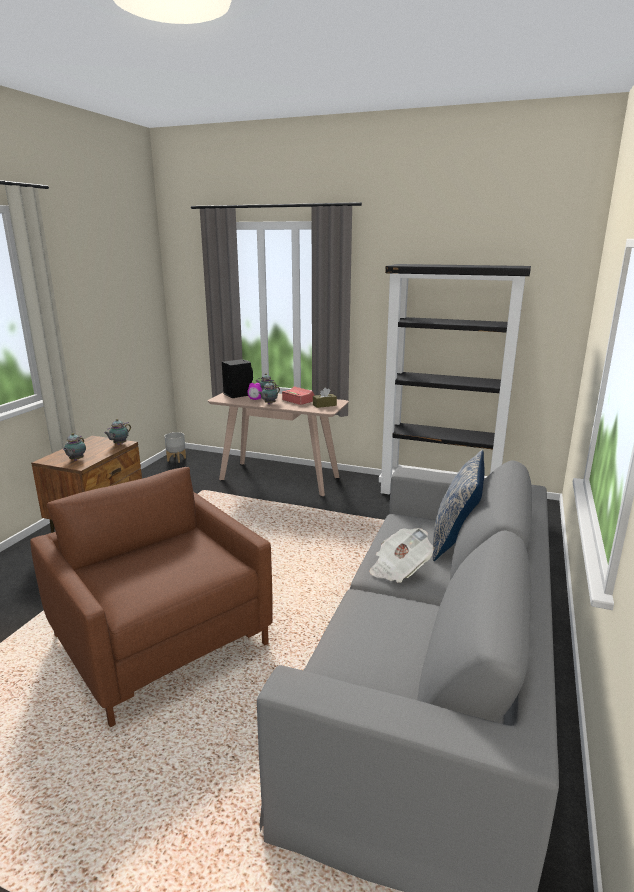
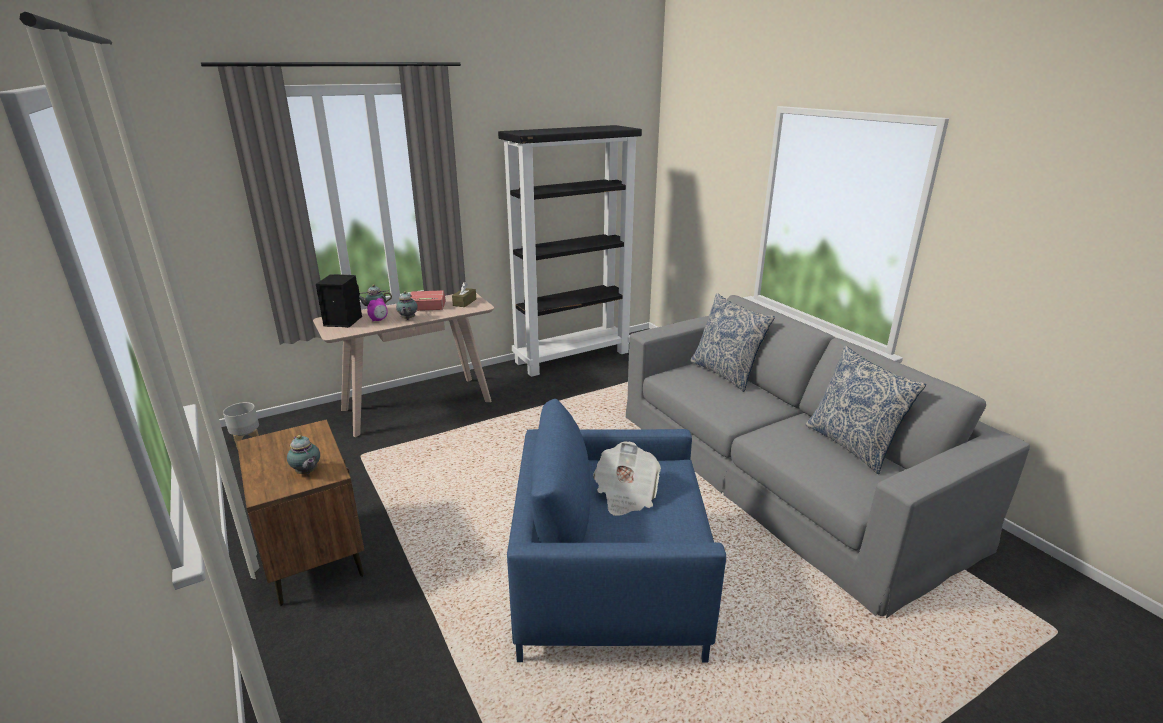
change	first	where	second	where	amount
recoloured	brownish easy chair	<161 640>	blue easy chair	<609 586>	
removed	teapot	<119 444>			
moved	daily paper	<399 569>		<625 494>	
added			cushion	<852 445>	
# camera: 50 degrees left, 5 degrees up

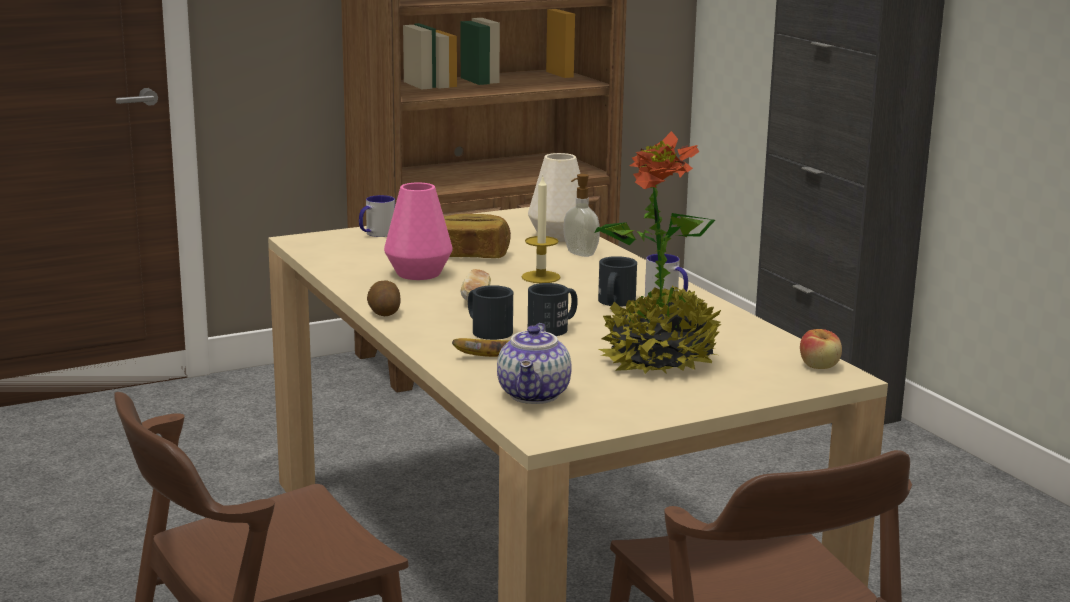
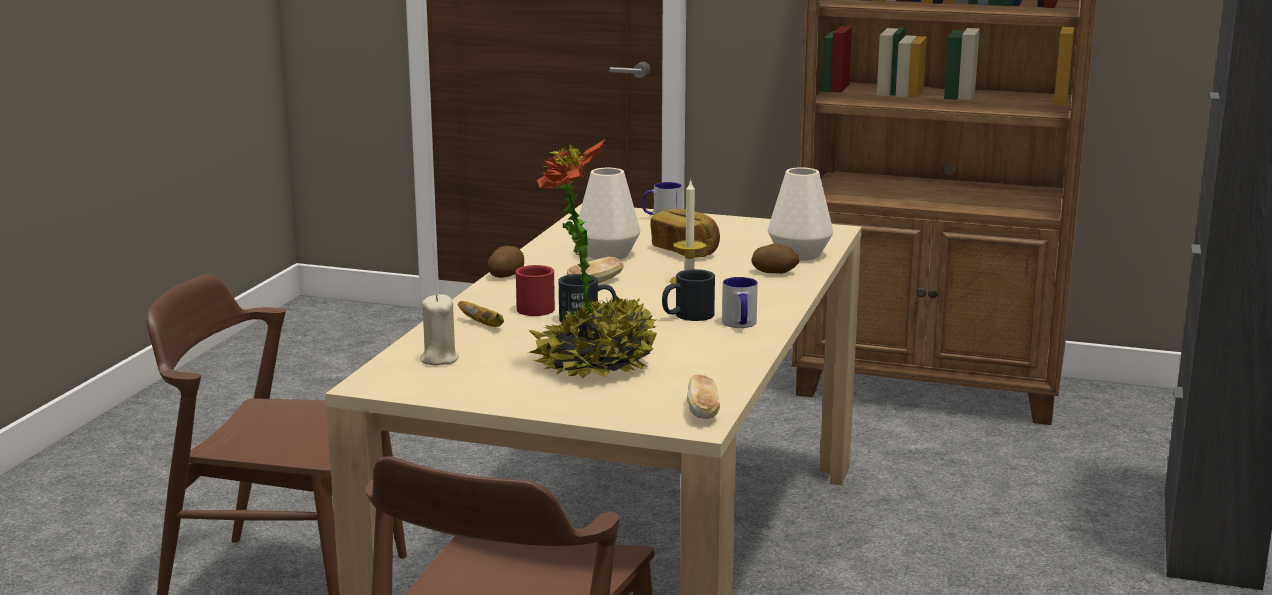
change	first	where	second	where	amount
recoloured	pinkish decorative vase	<418 273>	white decorative vase	<607 254>	
recoloured	black-coloured mug	<487 330>	reddish mug	<537 307>	
replaced	teapot	<535 395>	sand-coloured wax candle	<439 359>	
replaced	soap bottle	<579 254>	spud	<775 272>	
replaced	apple fruit	<819 366>	bakery bread	<703 412>	
# camera: 45 degrees right, 0 degrees up

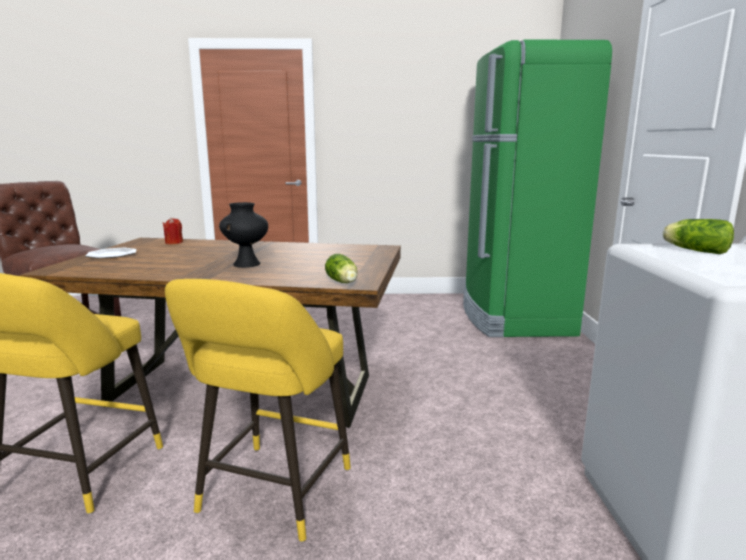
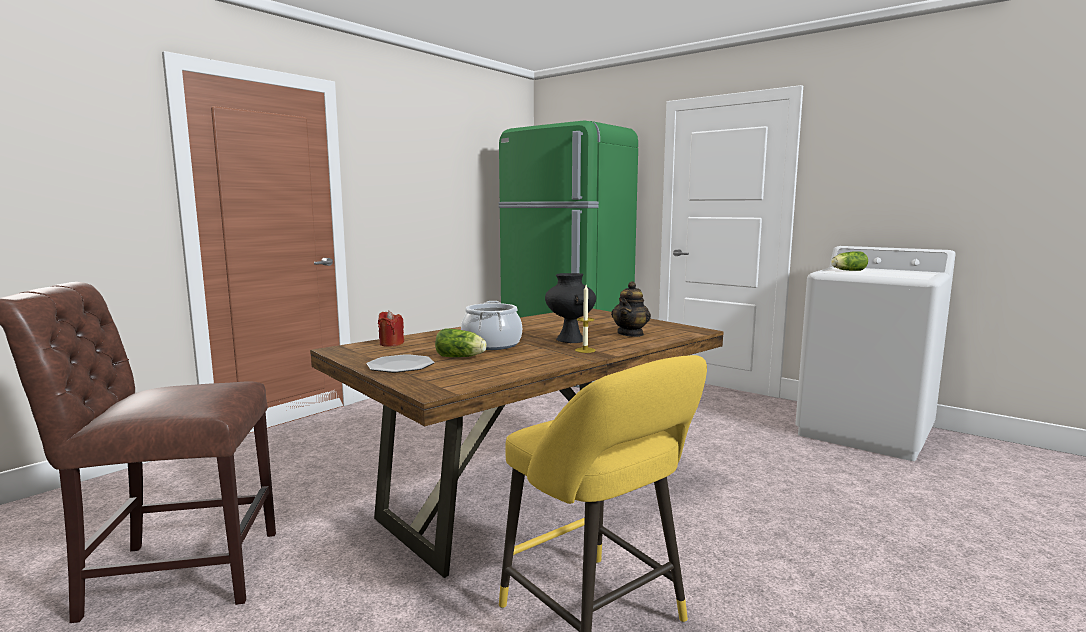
change	first	where	second	where	amount
removed	yellow stool seat	<272 495>			
moved	lettuce head	<343 282>		<461 357>	
added			saucepot	<491 344>	
added			wax candle	<585 350>	
added			teapot	<631 334>	
# camera: 50 degrees left, 5 degrees down

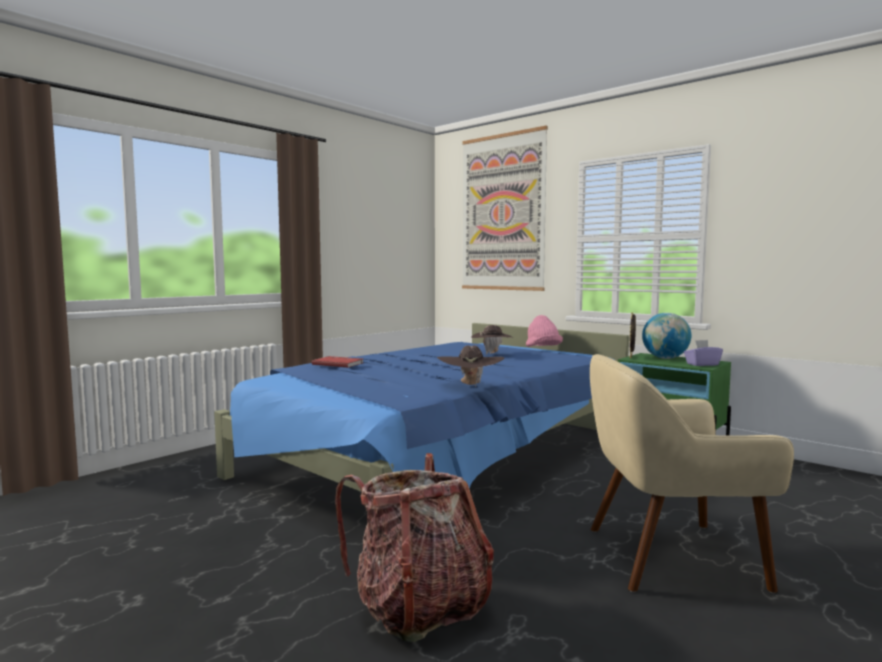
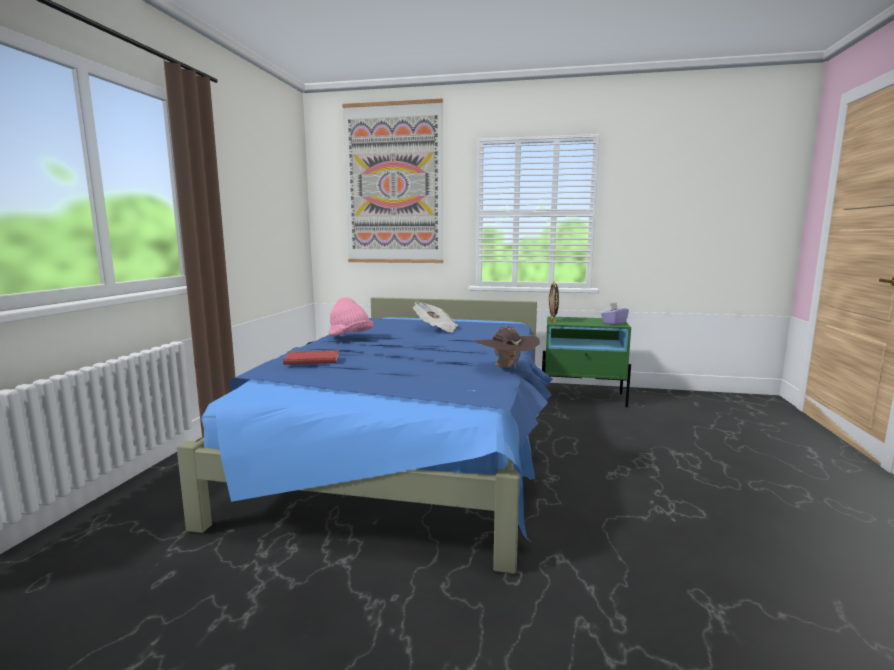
change	first	where	second	where	amount
removed	rucksack	<419 606>			
replaced	brownish hat	<492 354>	daily paper	<436 329>	
moved	pinkish hat	<543 349>		<350 337>	
removed	sand-coloured easy chair	<669 556>			
removed	world globe	<665 358>			
# camera: 30 degrees left, 5 degrees up

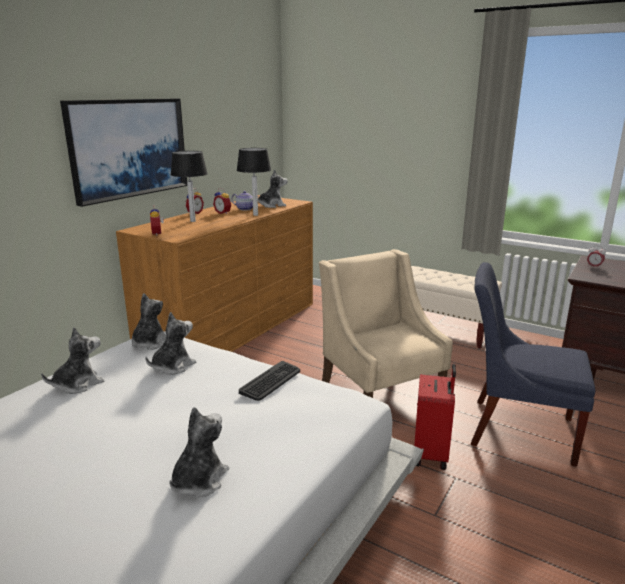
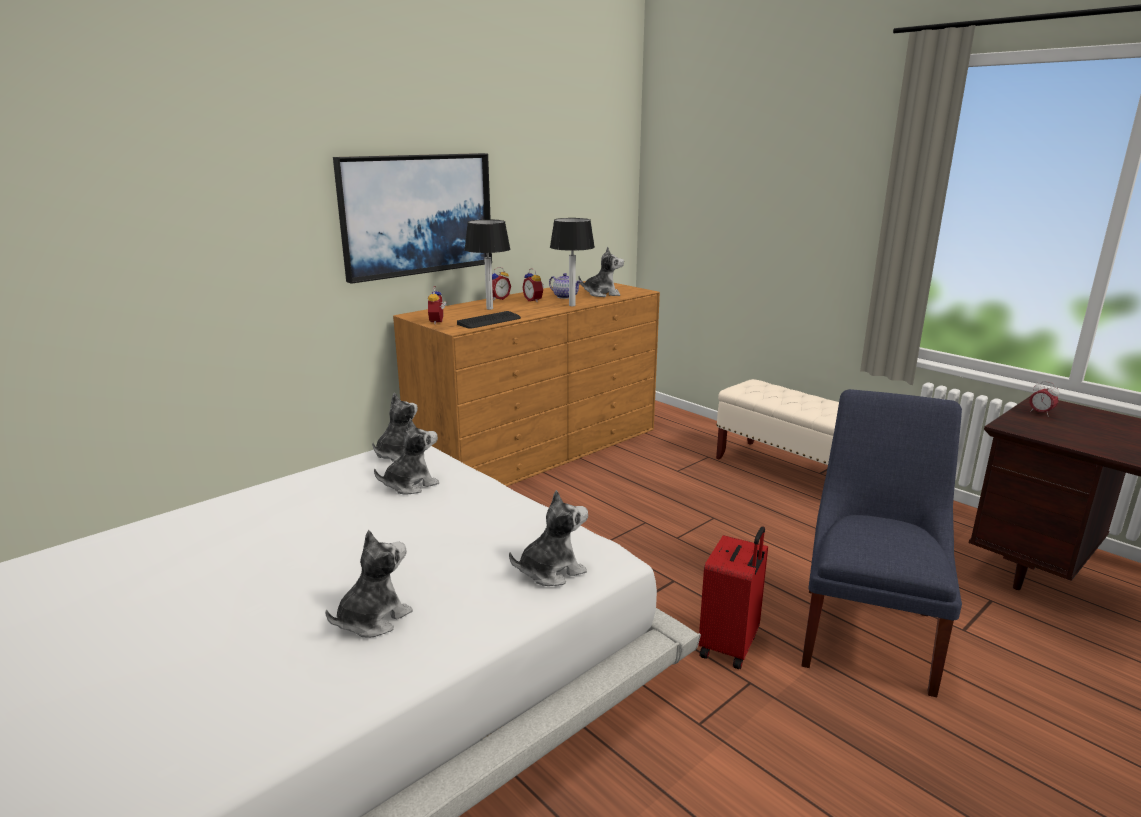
change	first	where	second	where	amount
moved	soft toy	<78 384>		<551 571>	
moved	computer keyboard	<271 381>		<489 321>	
removed	sand-coloured easy chair	<380 394>			
turned	blue upright chair	<516 429>		<868 633>	75 degrees clockwise
# camera: 15 degrees right, 0 degrees up

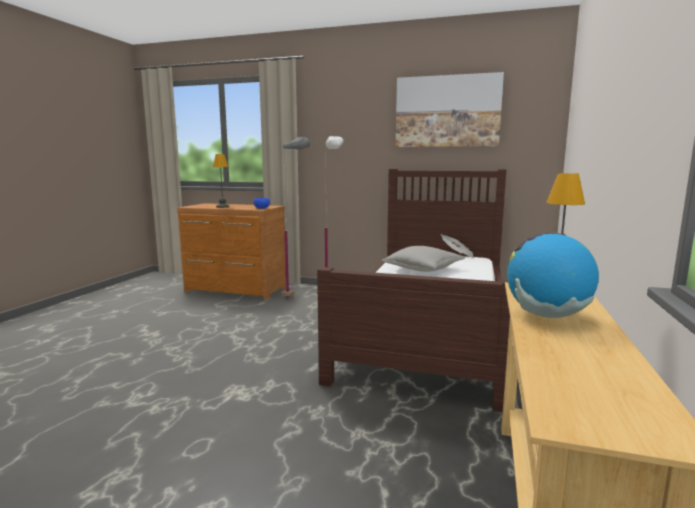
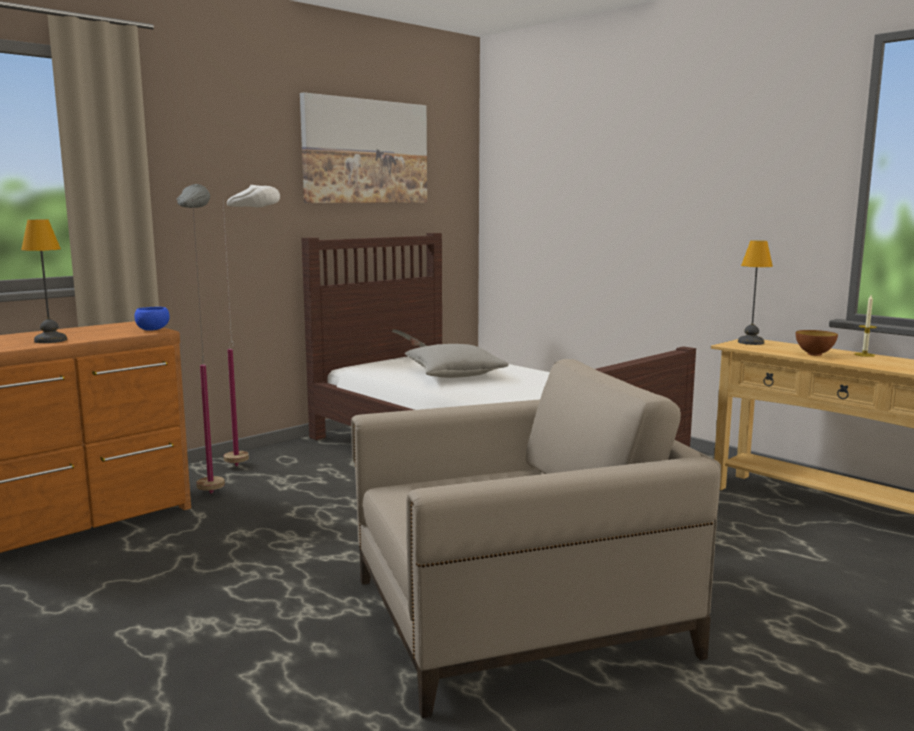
change	first	where	second	where	amount
replaced	world globe	<547 315>	deep dish	<814 354>	
added			sand-coloured easy chair	<515 617>	
added			wax candle	<864 355>	
# camera: 60 degrees left, 0 degrees up

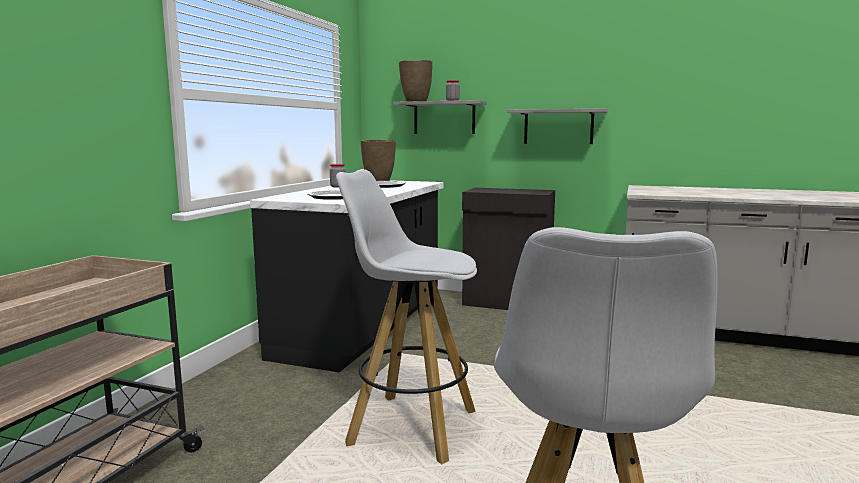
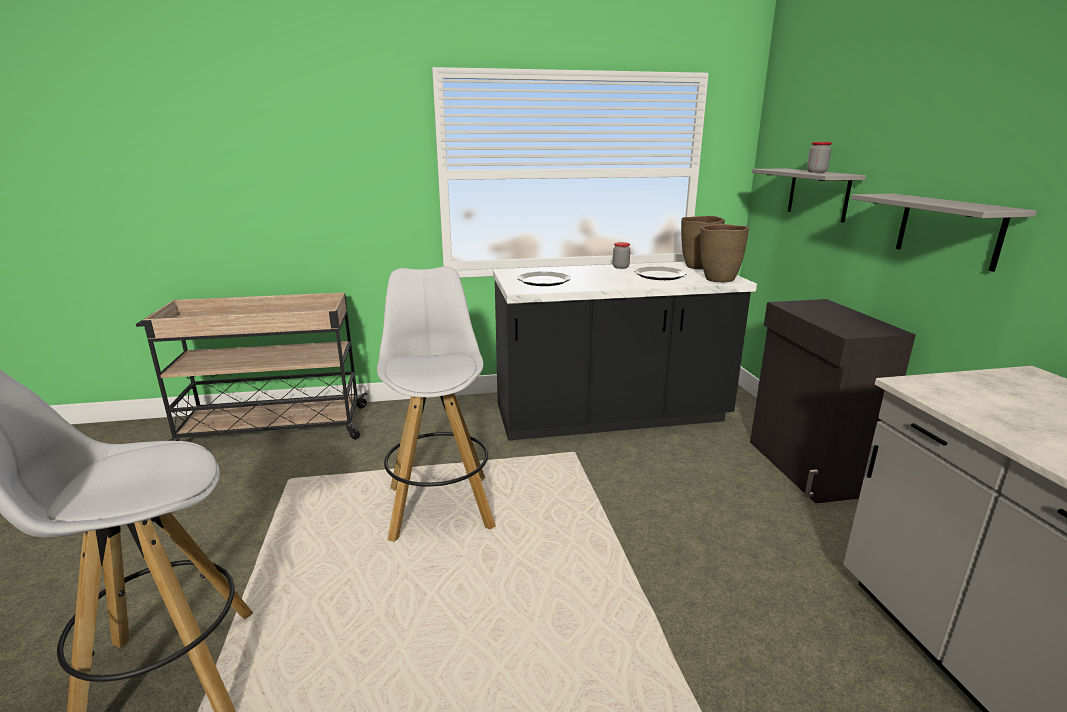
change	first	where	second	where	amount
moved	brownish decorative vase	<416 101>		<718 279>	
# camera: 60 degrees right, 10 degrees up

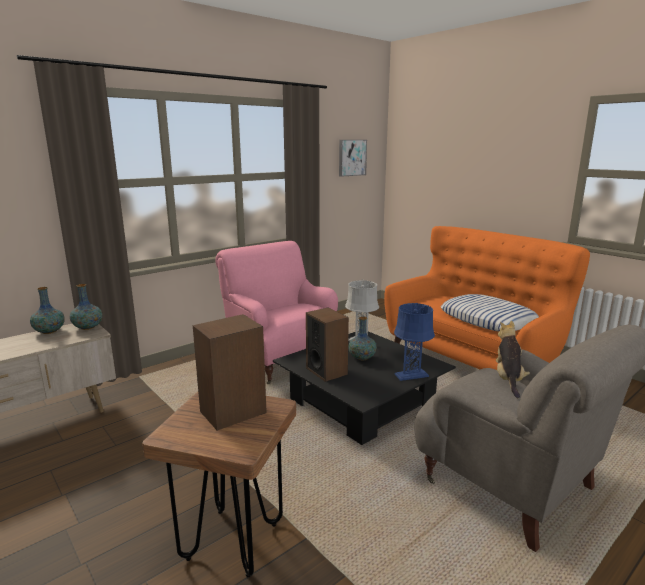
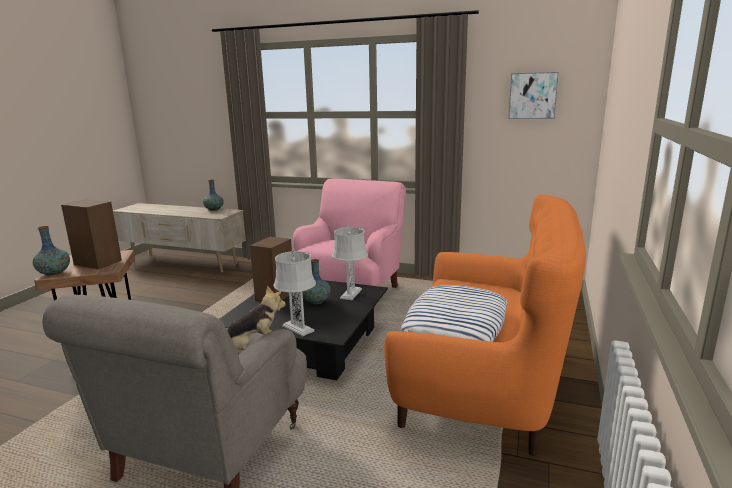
change	first	where	second	where	amount
moved	decorative vase	<88 327>		<54 273>	
recoloured	blue tabletop lamp	<411 375>	grey tabletop lamp	<297 328>	
# camera: 60 degrees right, 0 degrees up

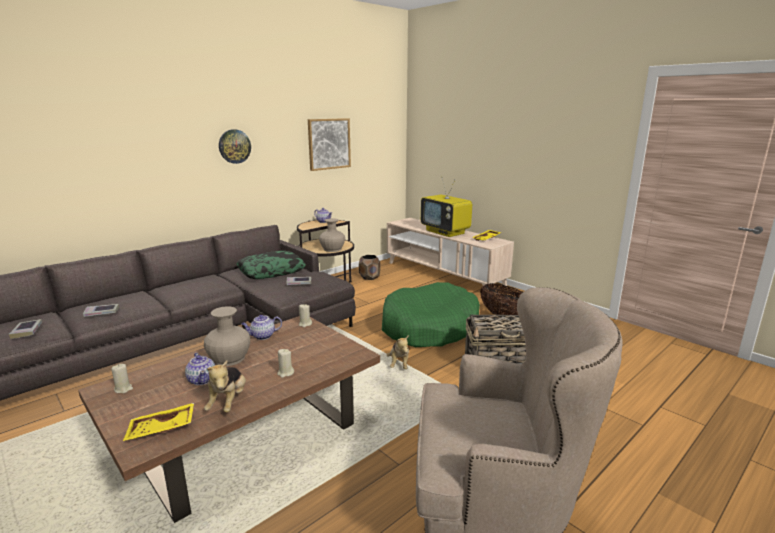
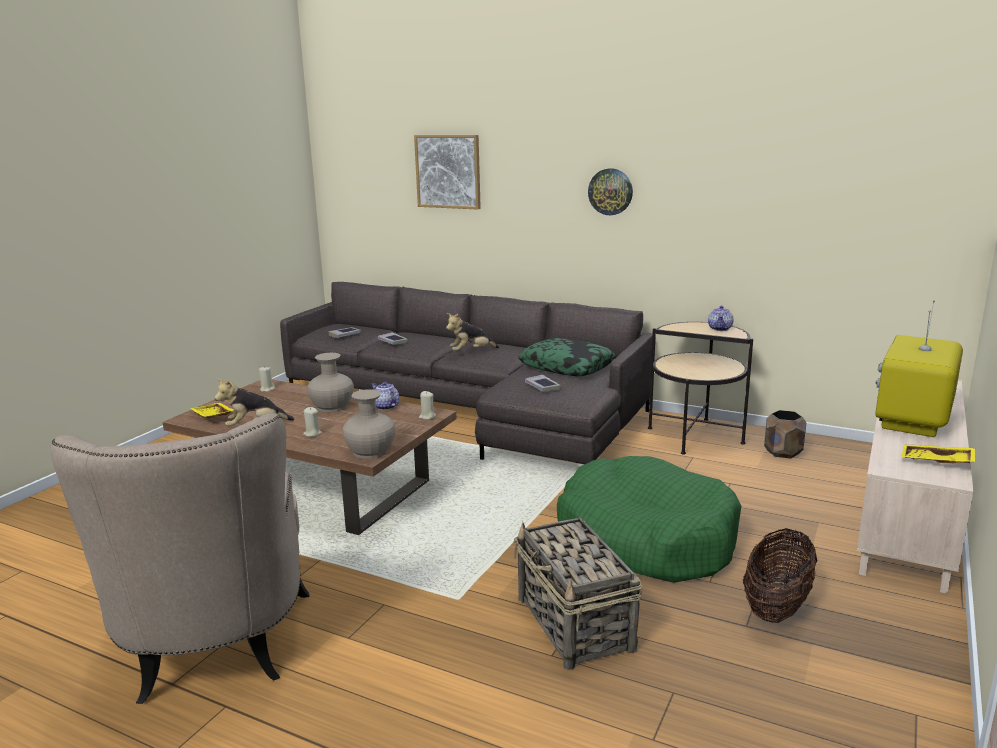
change	first	where	second	where	amount
removed	teapot	<202 380>			
moved	wall art	<329 144>		<448 171>	
moved	sand-coloured decorative vase	<332 249>		<370 451>	
moved	soft toy	<399 364>		<471 352>	
# camera: 70 degrees right, 0 degrees up

